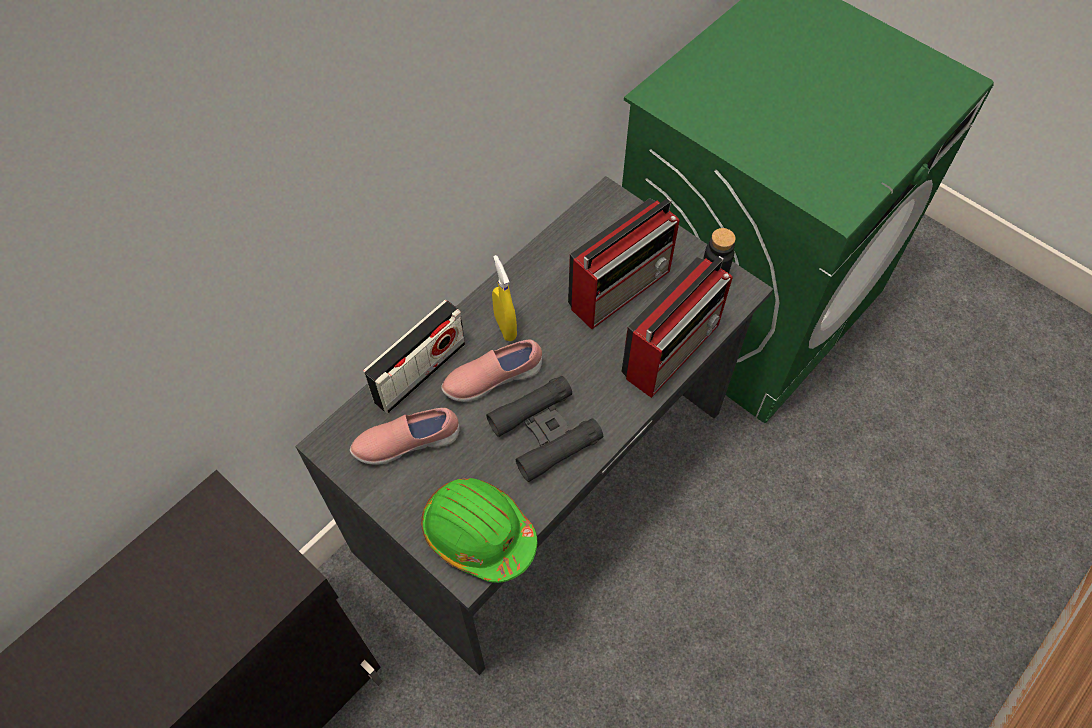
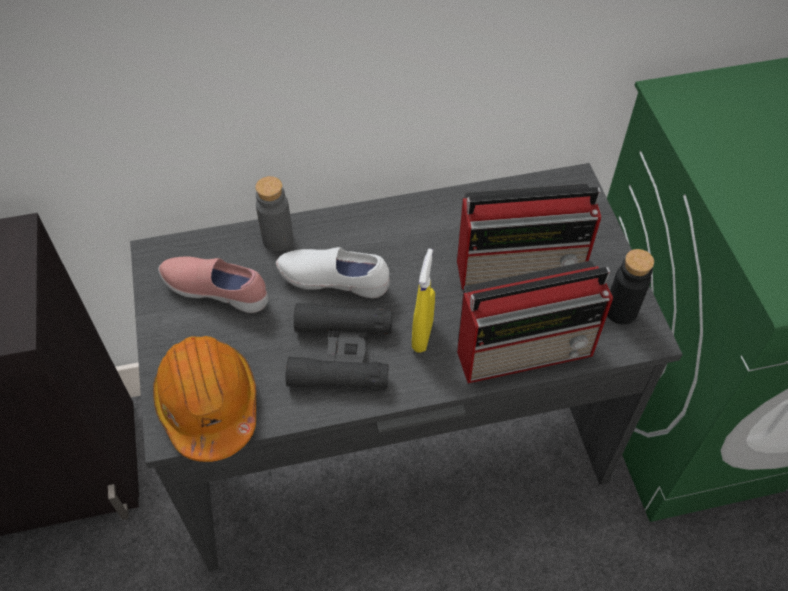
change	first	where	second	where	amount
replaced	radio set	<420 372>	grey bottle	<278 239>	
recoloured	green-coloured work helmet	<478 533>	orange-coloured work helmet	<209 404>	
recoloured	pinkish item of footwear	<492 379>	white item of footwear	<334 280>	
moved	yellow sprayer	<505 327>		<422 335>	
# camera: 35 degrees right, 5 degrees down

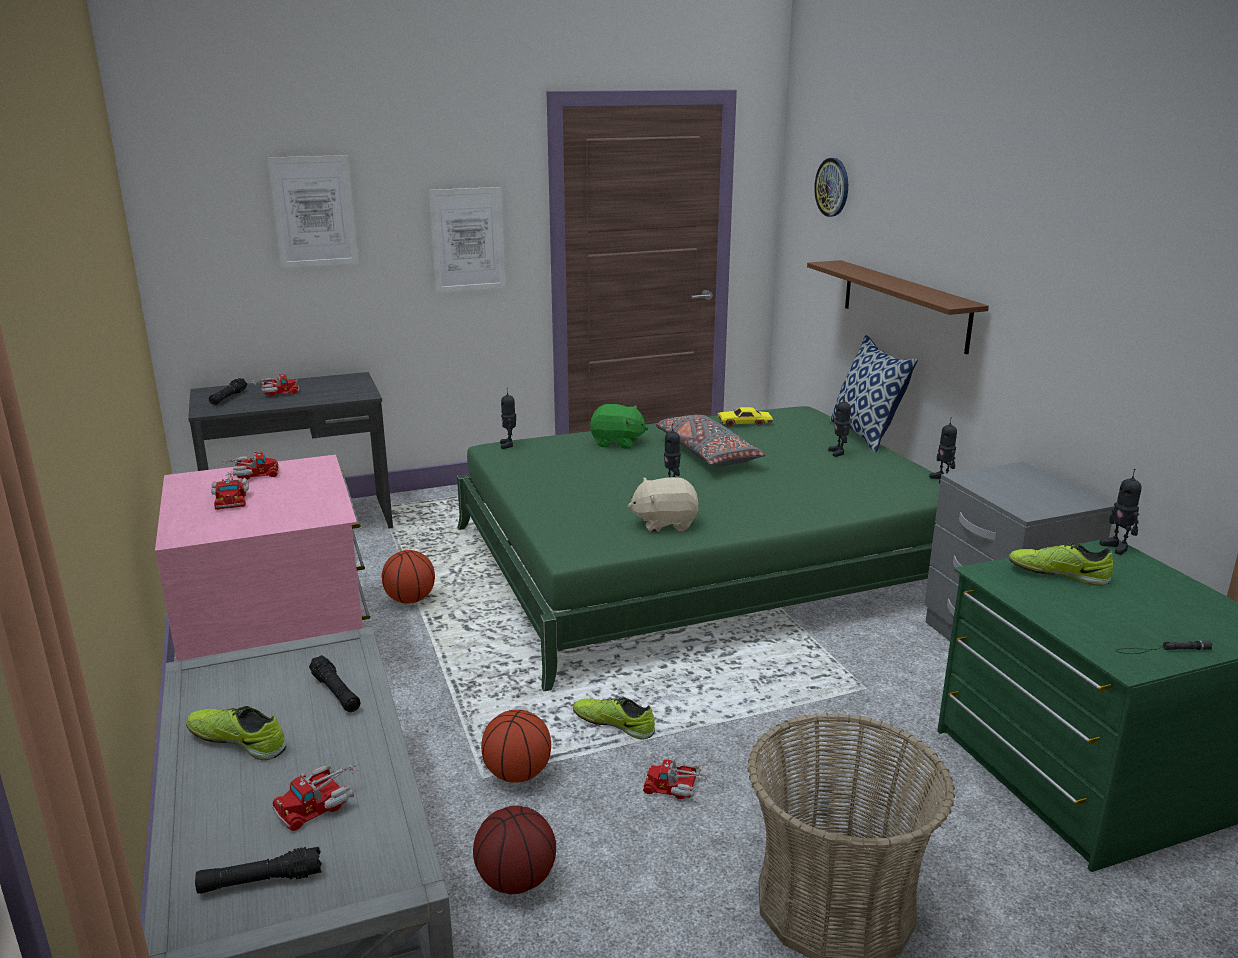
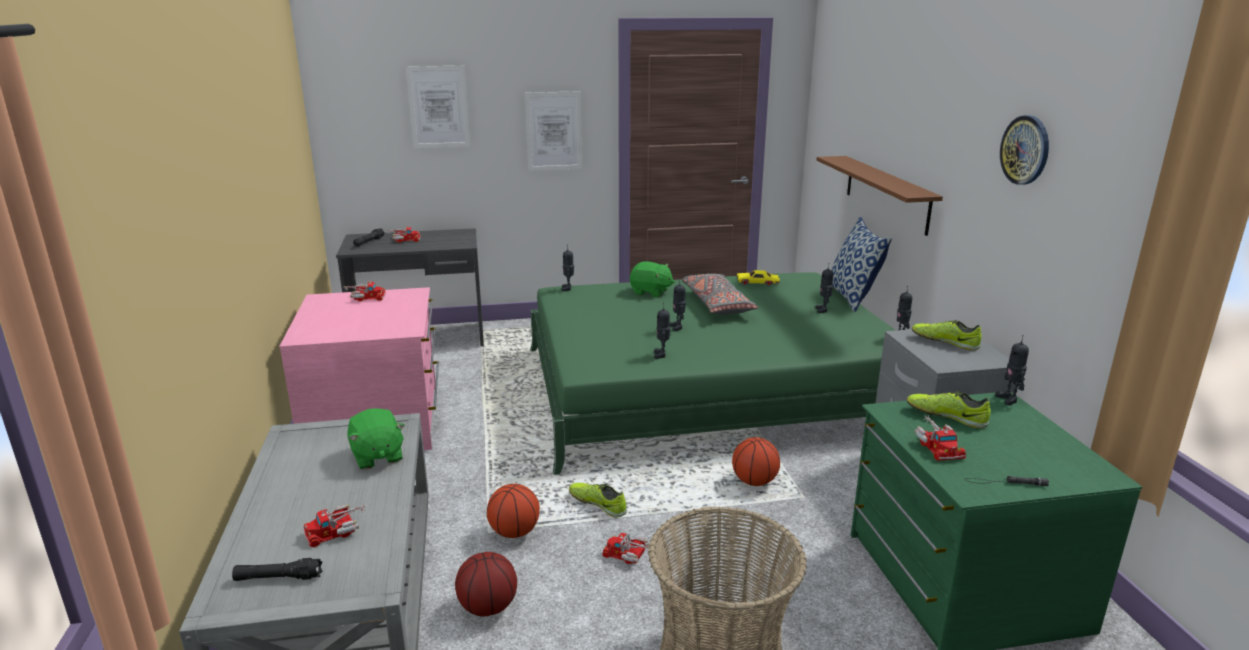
change	first	where	second	where	amount
moved	item of footwear	<238 741>		<945 342>	
moved	toy truck	<231 498>		<937 446>	
replaced	black-coloured torch	<336 692>	green-coloured soft toy	<377 456>	
moved	basketball	<410 600>		<754 482>	
replaced	sand-coloured soft toy	<664 523>	model robot	<661 355>	
moved	hanging clock	<832 187>		<1025 150>	
# camera: 10 degrees right, 0 degrees up

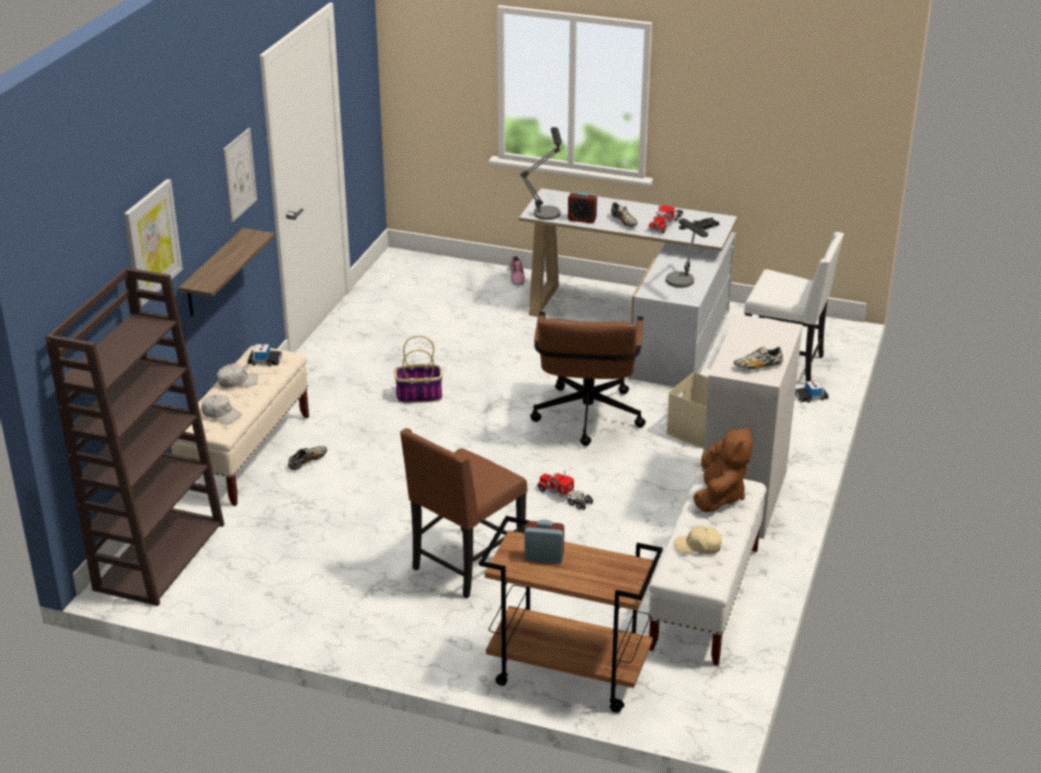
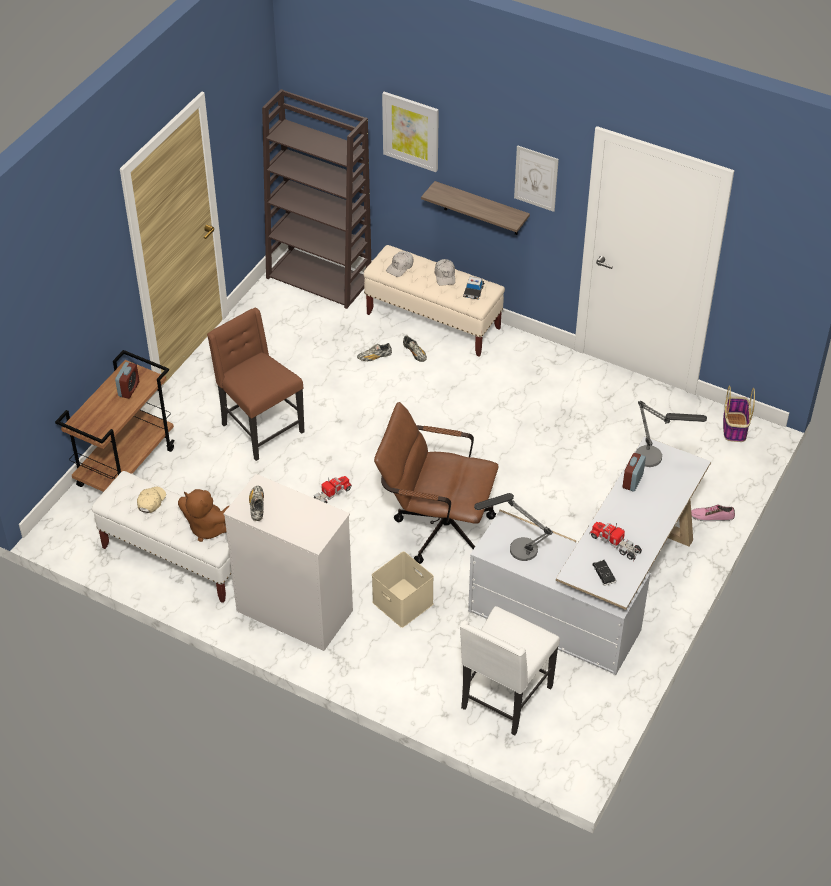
change	first	where	second	where	amount
moved	basket	<418 396>		<734 427>	
moved	item of footwear	<624 222>		<374 357>	
removed	miniature car	<811 397>			
# camera: 100 degrees right, 15 degrees up

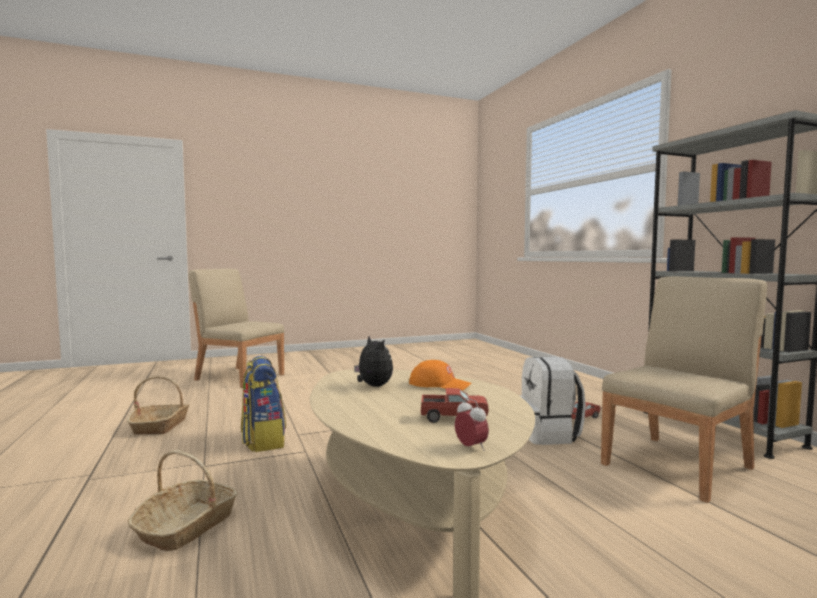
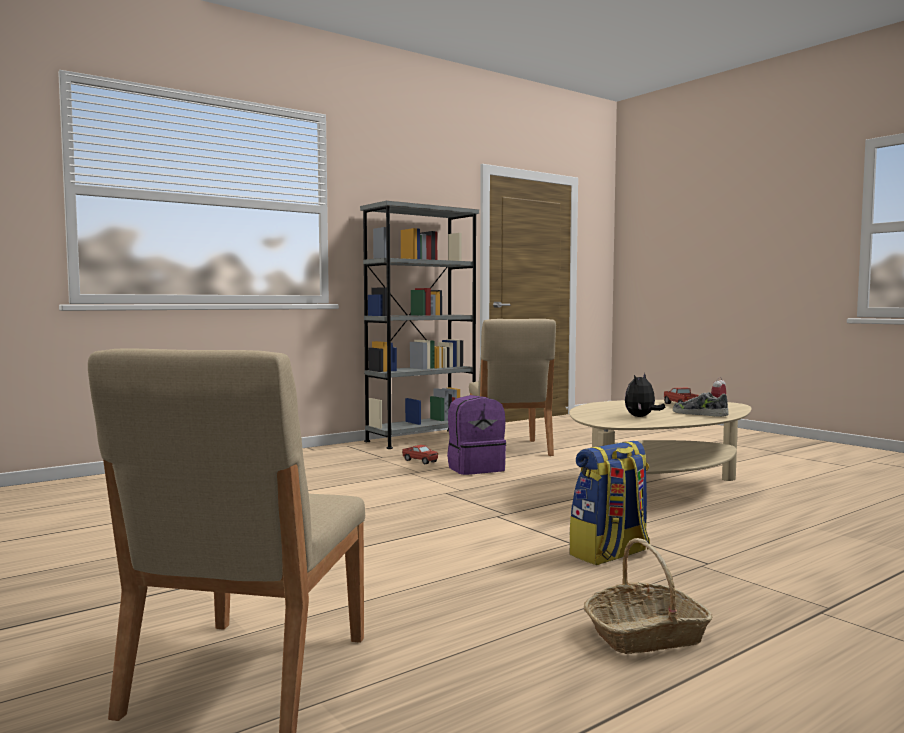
change	first	where	second	where	amount
removed	basket	<186 526>			
removed	orange-coloured baseball cap	<439 385>			
recoloured	white rucksack	<549 435>	purple rucksack	<475 468>	
turned	sand-coloured upright chair	<678 465>		<509 449>	135 degrees counterclockwise
added			item of footwear	<700 414>	
# camera: 105 degrees left, 0 degrees up

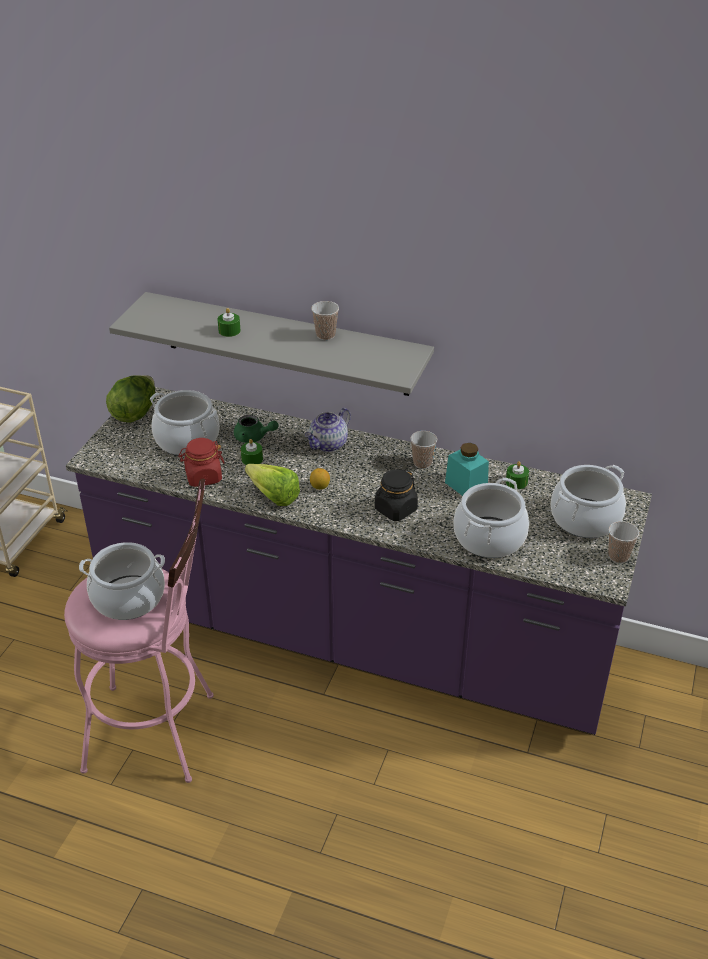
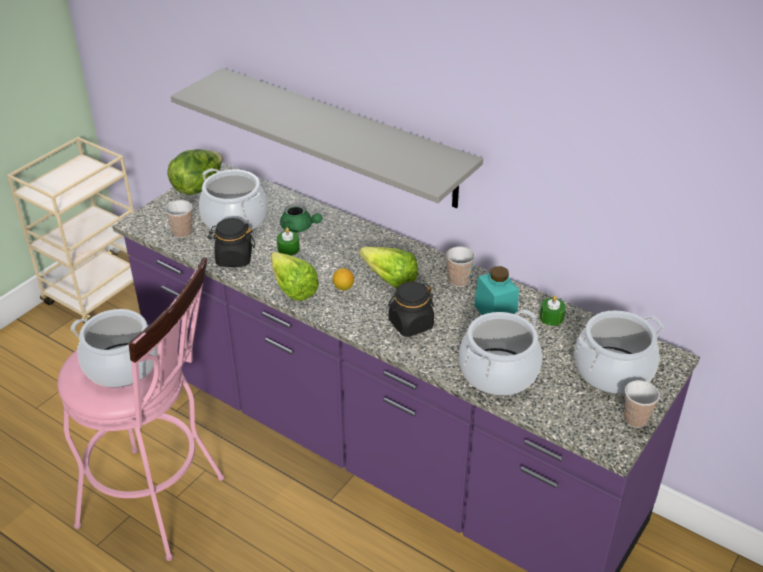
change	first	where	second	where	amount
recoloured	reddish jar	<203 477>	black-coloured jar	<234 258>	
removed	green-coloured wax candle	<229 331>			
removed	teapot	<328 444>			
moved	small cup	<325 335>		<182 233>	
added			lettuce head	<386 277>	
# camera: 15 degrees right, 0 degrees up

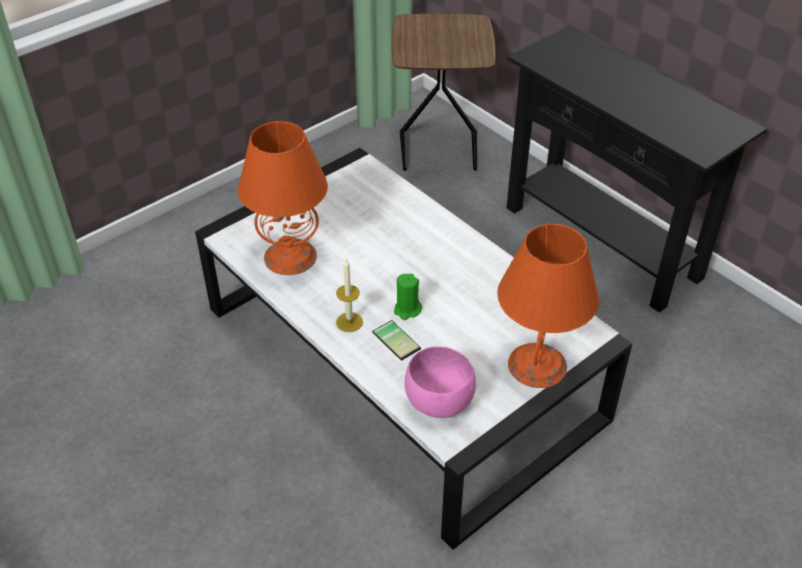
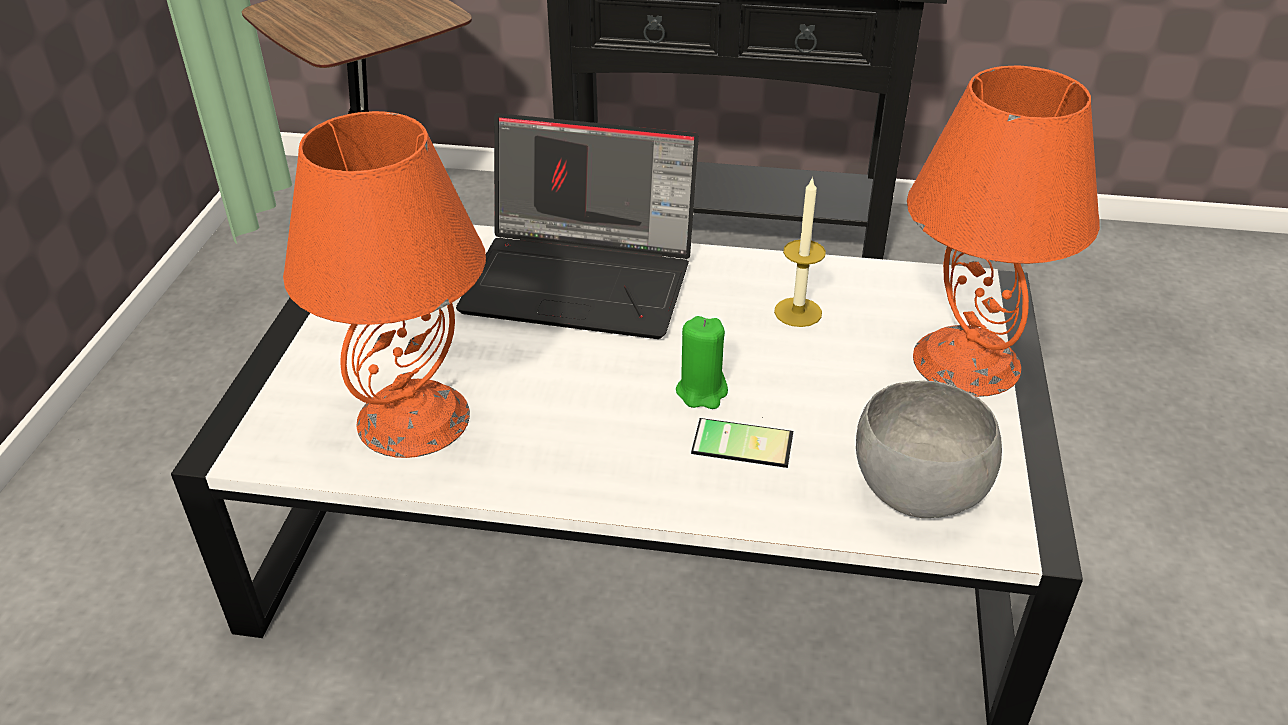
change	first	where	second	where	amount
moved	wax candle	<349 322>		<798 312>	
recoloured	pinkish deep dish	<437 401>	grey deep dish	<914 492>	
added			notebook computer	<584 279>	
# camera: 40 degrees left, 5 degrees down

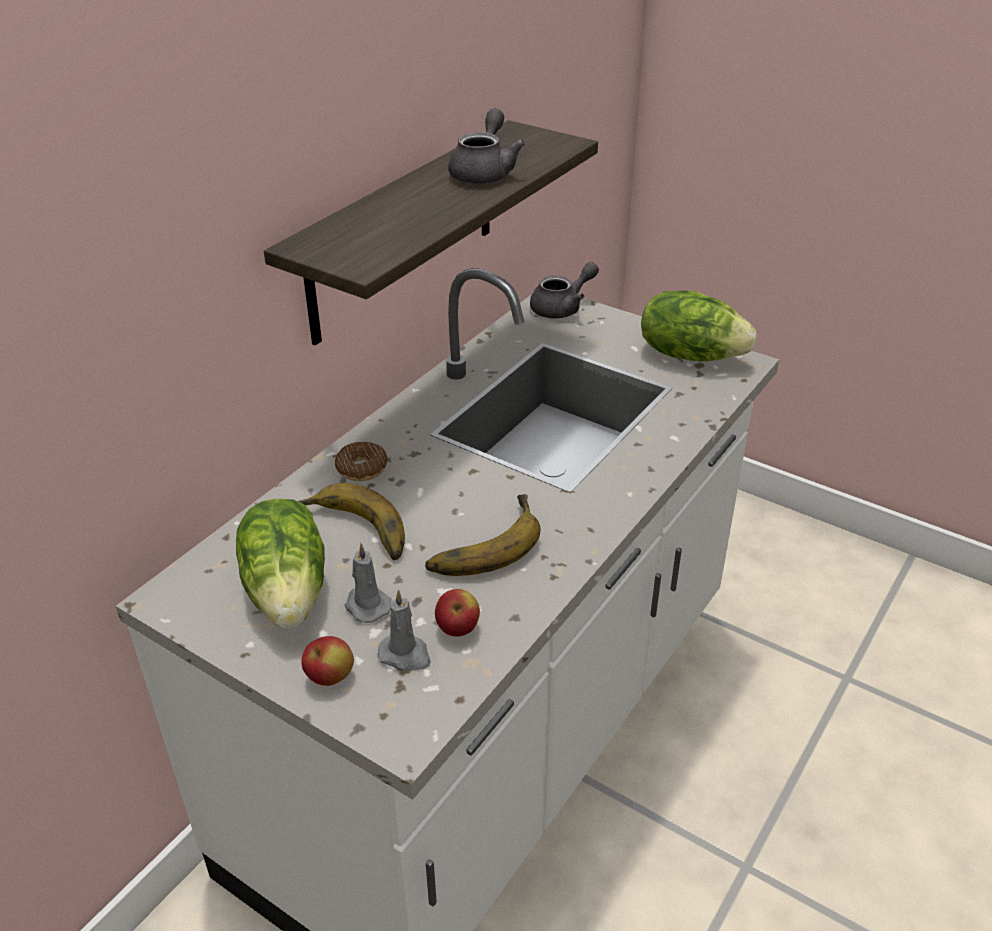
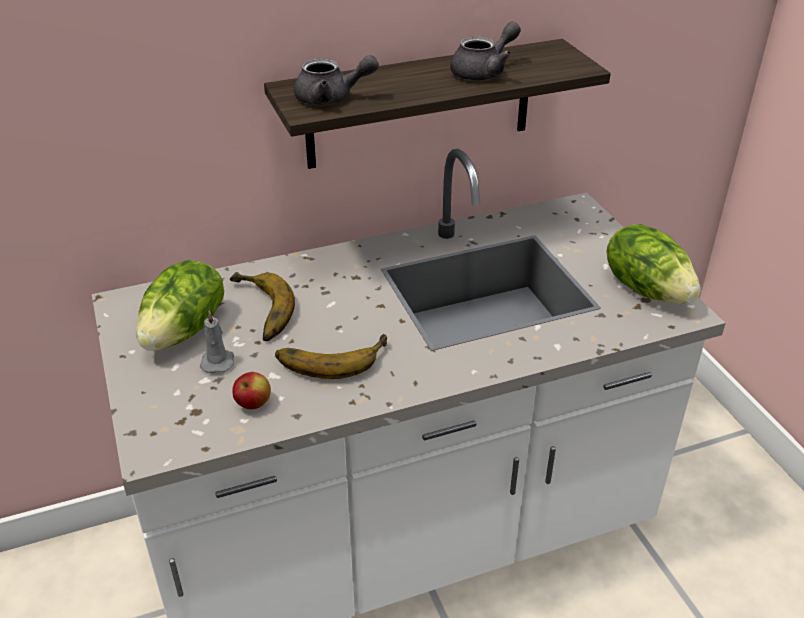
change	first	where	second	where	amount
removed	apple fruit	<330 677>			
removed	doughnut	<362 468>			
removed	grey wax candle	<405 655>			
moved	grey teapot	<562 308>		<331 98>	
# camera: 35 degrees right, 0 degrees up

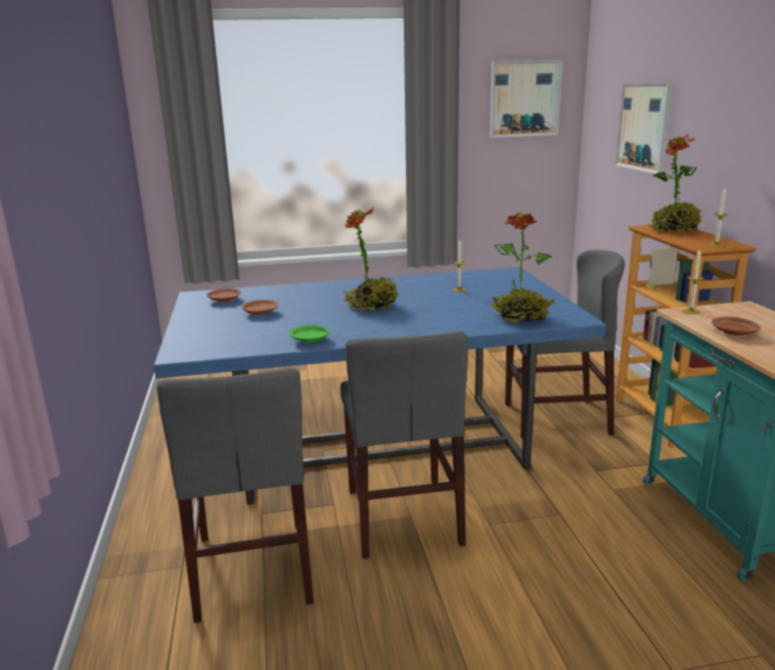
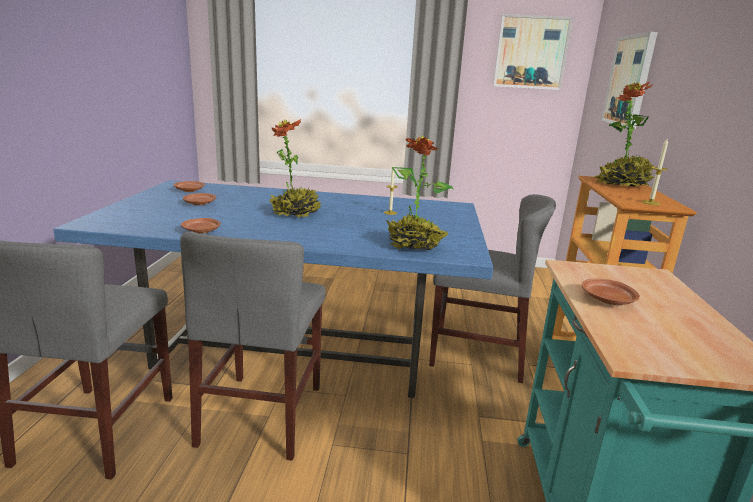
change	first	where	second	where	amount
recoloured	green-coloured dinner plate	<310 340>	brownish dinner plate	<201 231>	
removed	wax candle	<691 311>			
# camera: 15 degrees right, 0 degrees up

